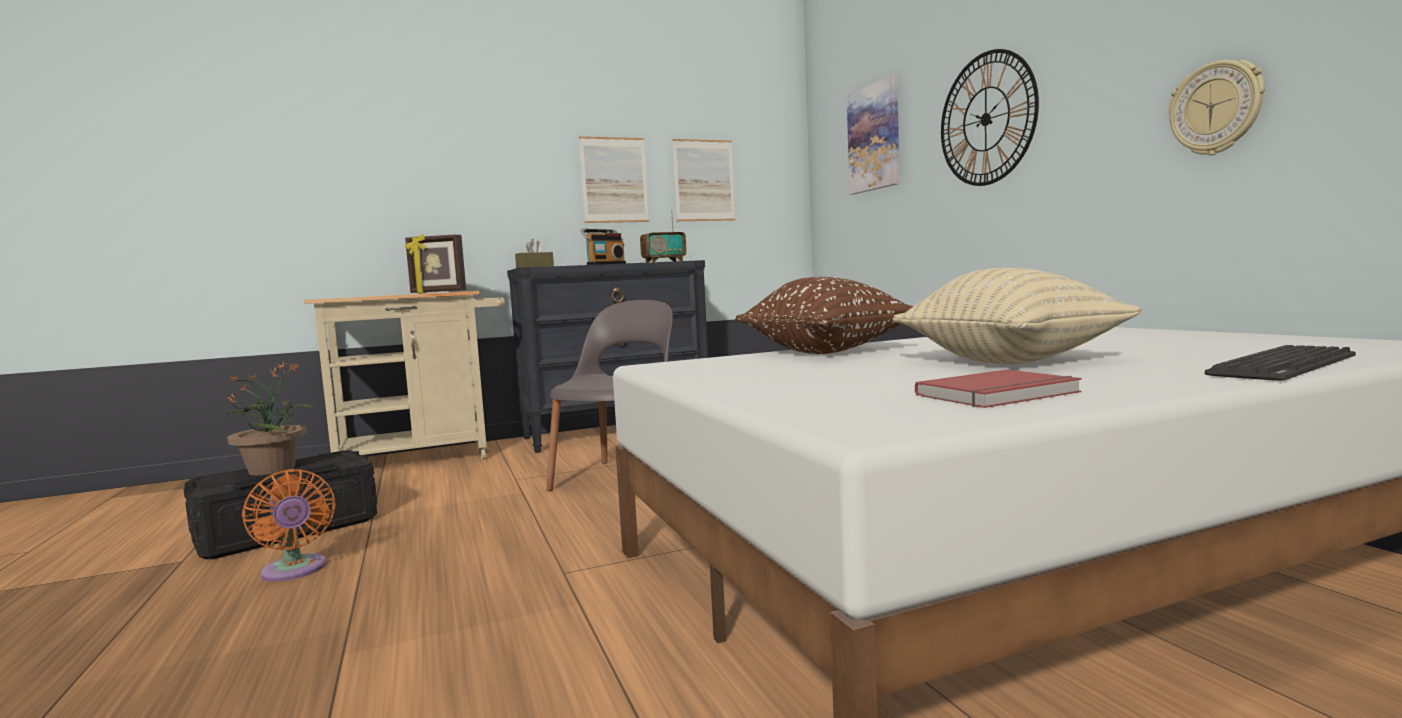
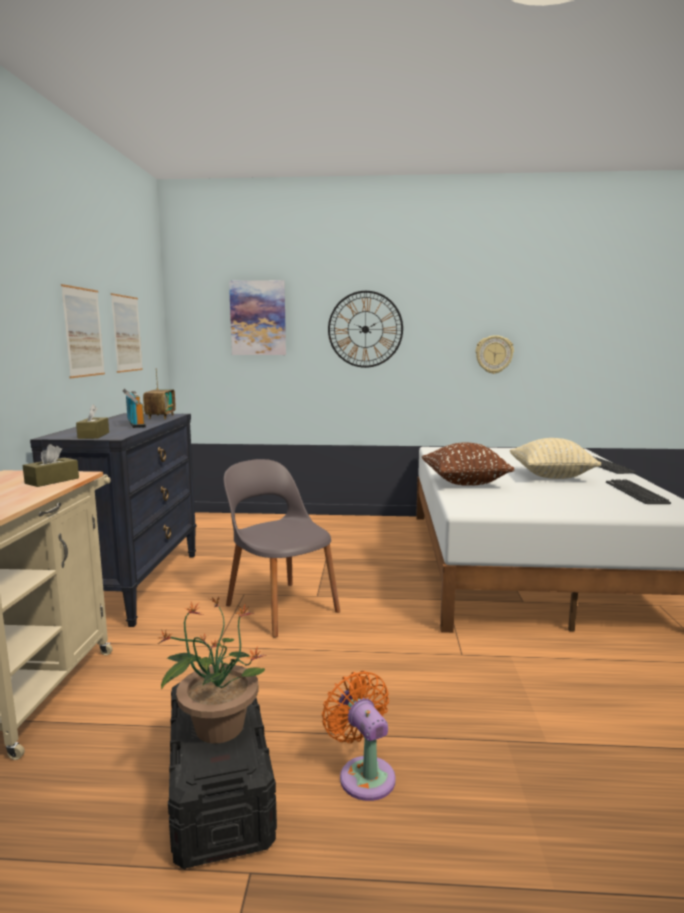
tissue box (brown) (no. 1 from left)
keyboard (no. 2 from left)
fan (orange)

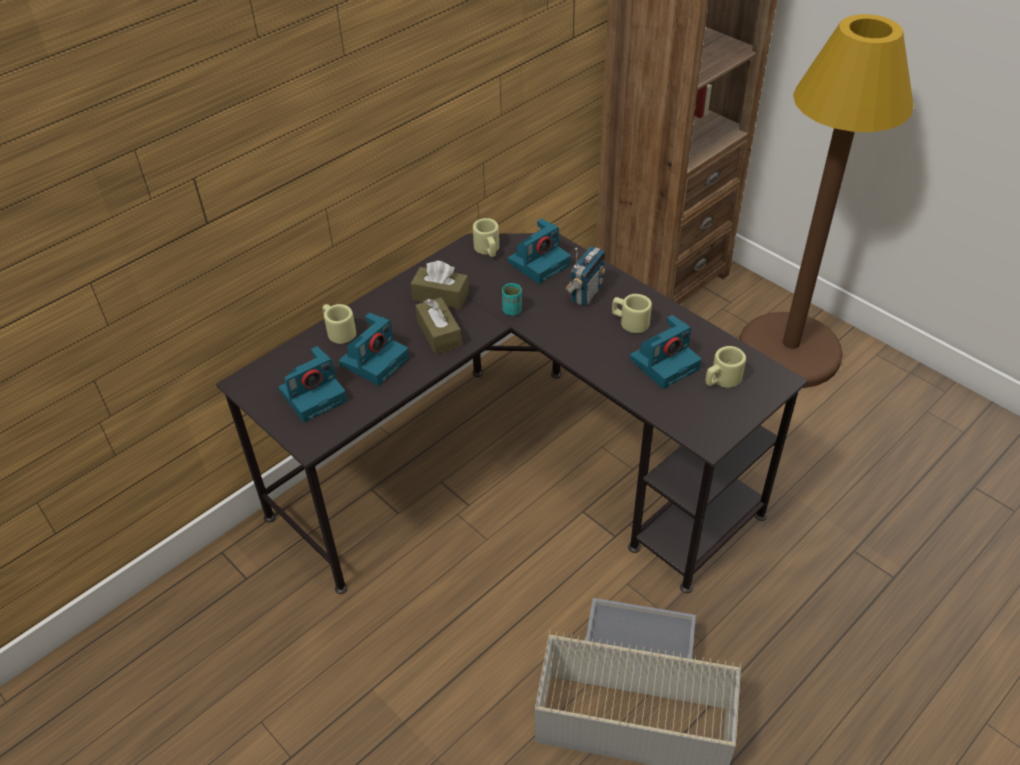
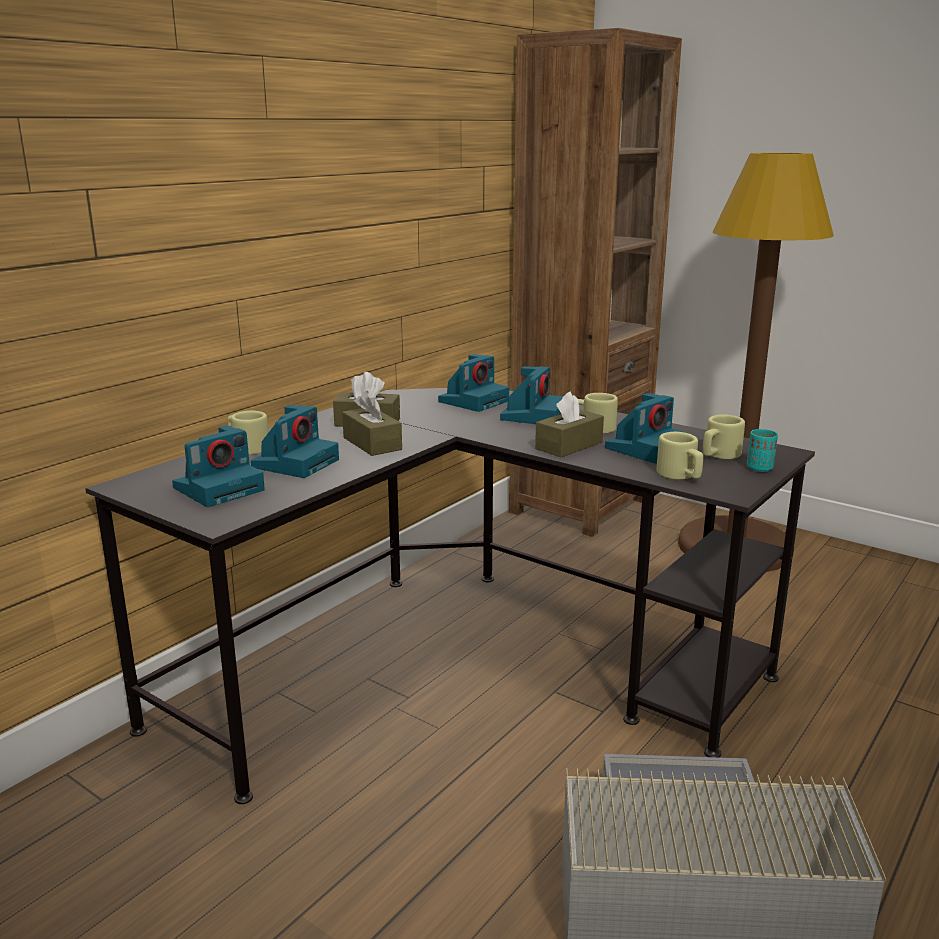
tissue box (brown) (no. 3 from left)
mug (beige) (no. 3 from left)
cup (turquoise)
photo camera (no. 4 from left)

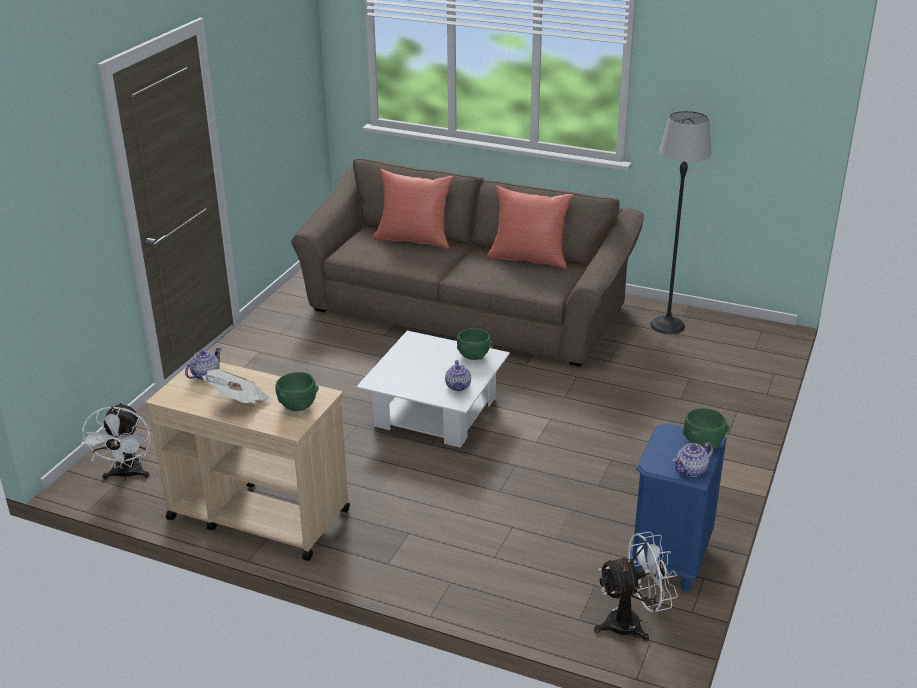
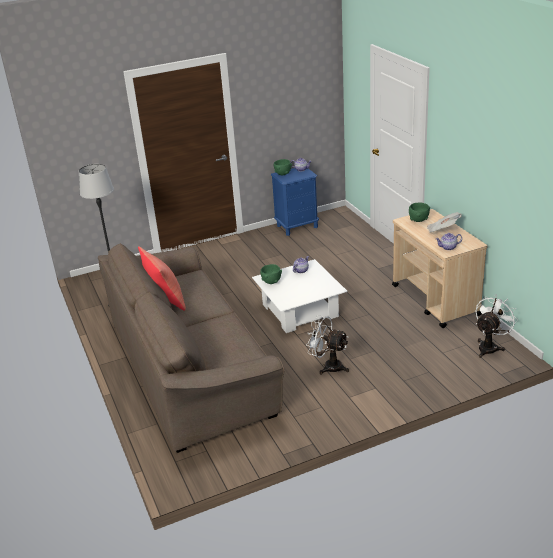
pillow (red) (no. 1 from left in the first image)
fan (white) (no. 1 from left)

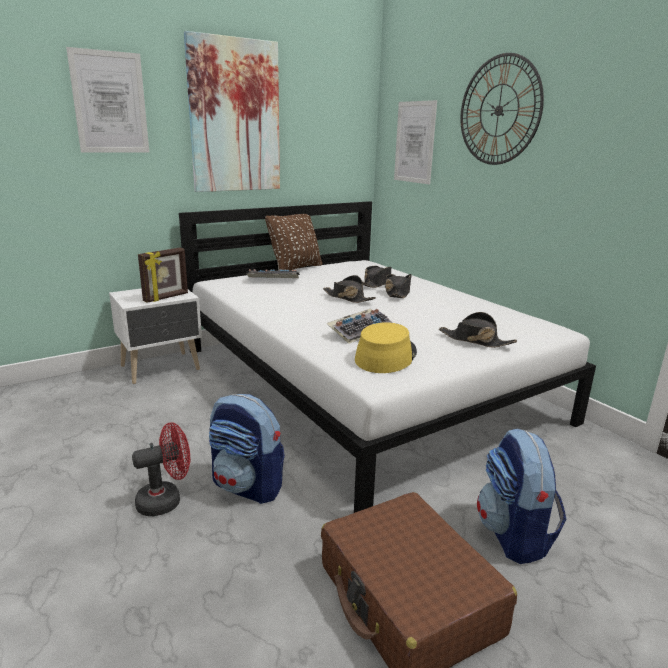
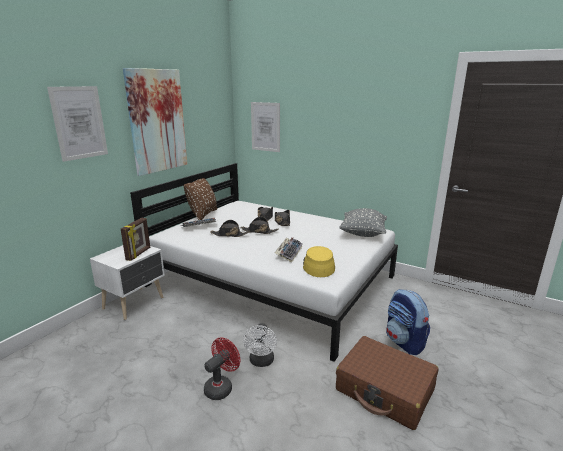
wall clock
pillow (grey)
hat (black) (no. 1 from left)
fan (white)

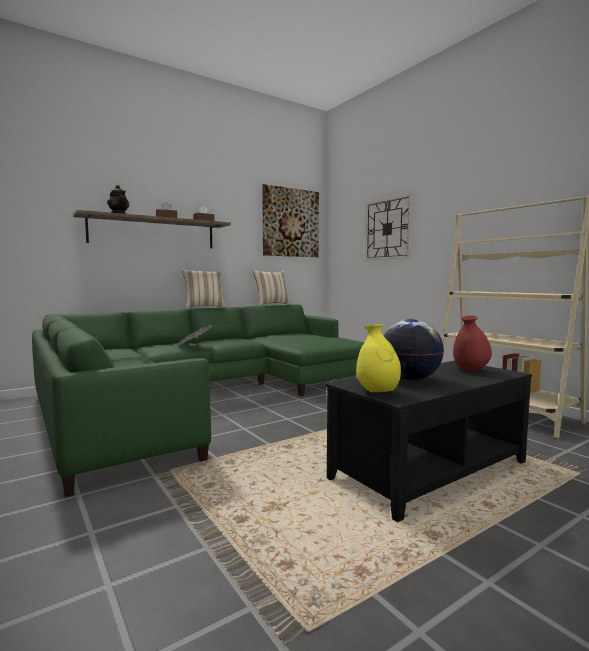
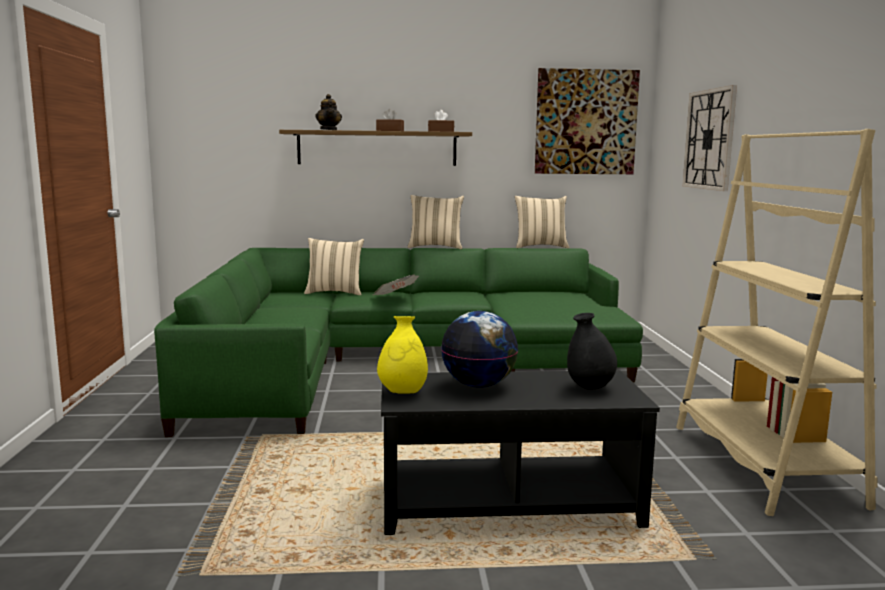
pillow (beige) (no. 1 from left)
vase (black)

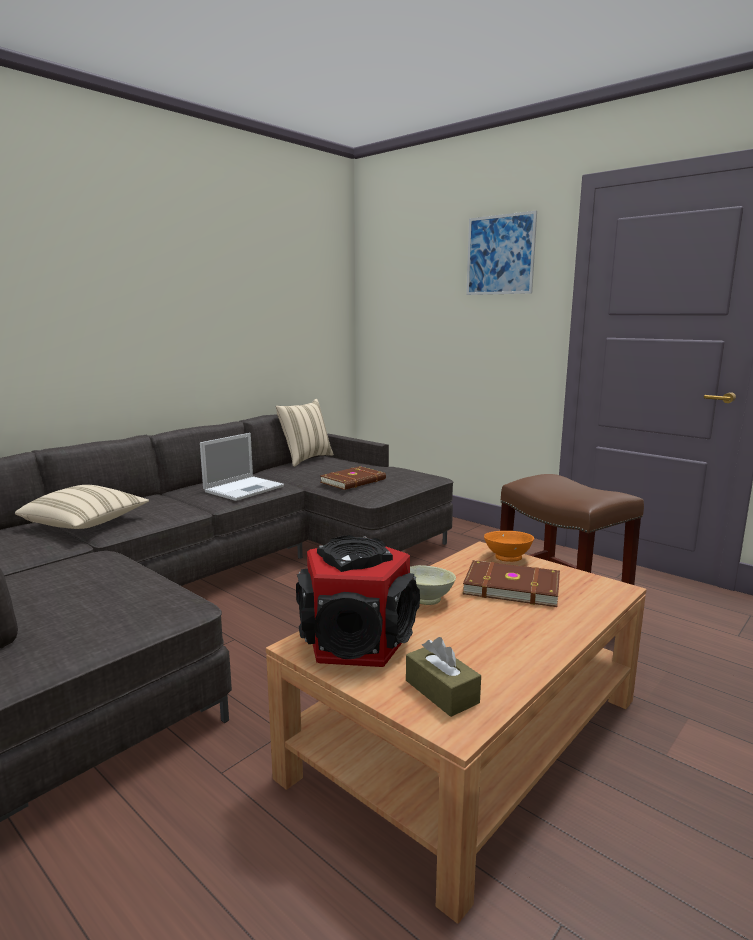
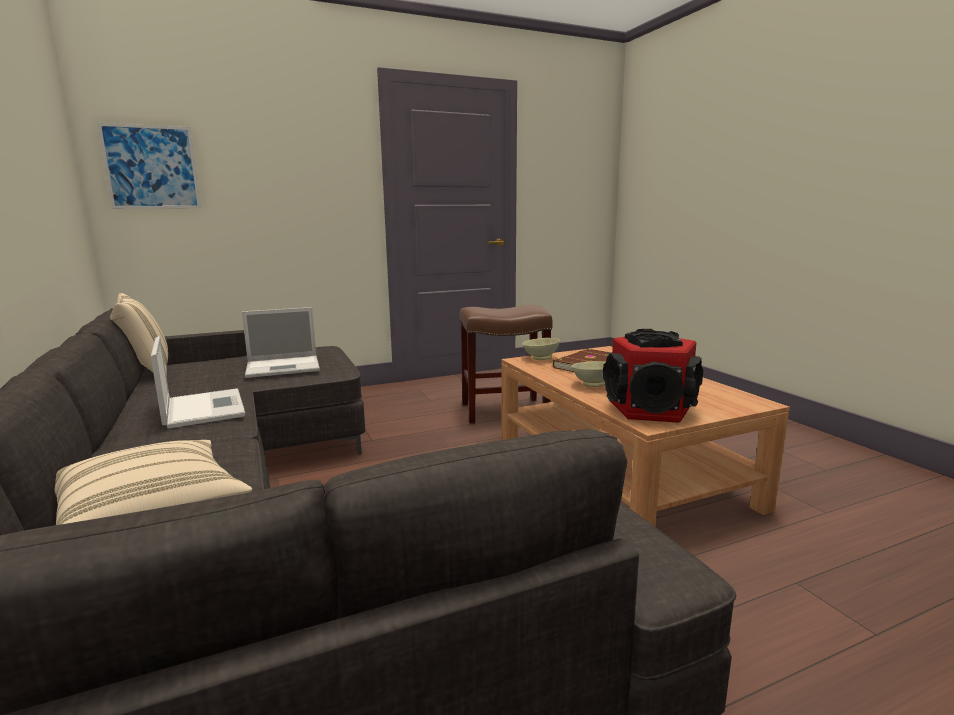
tissue box (brown)
picture
laptop (no. 2 from left)
bowl (beige) (no. 1 from left)

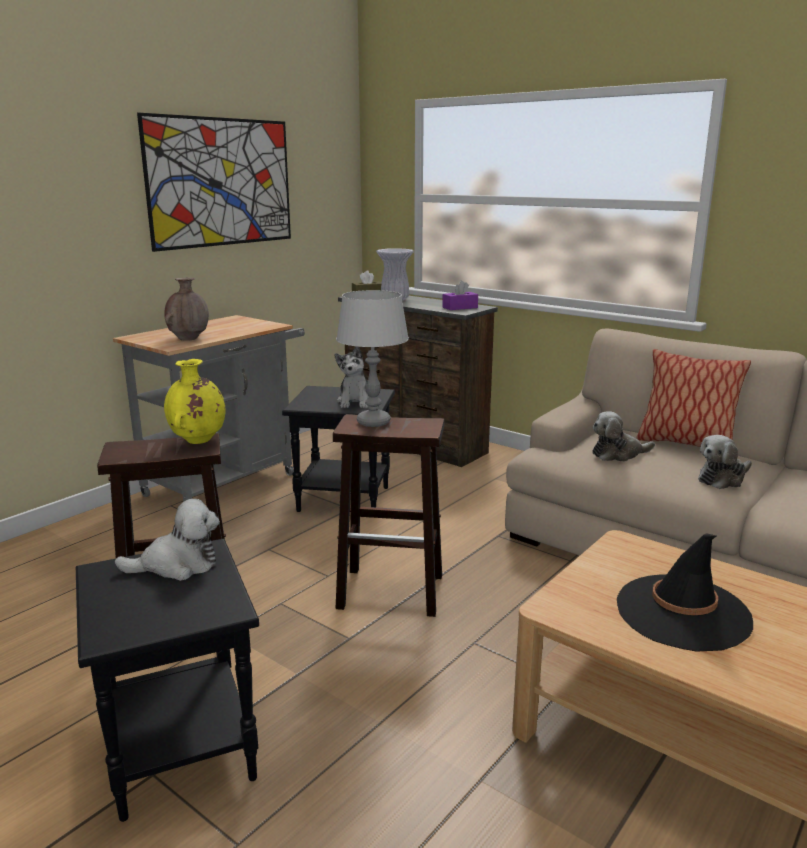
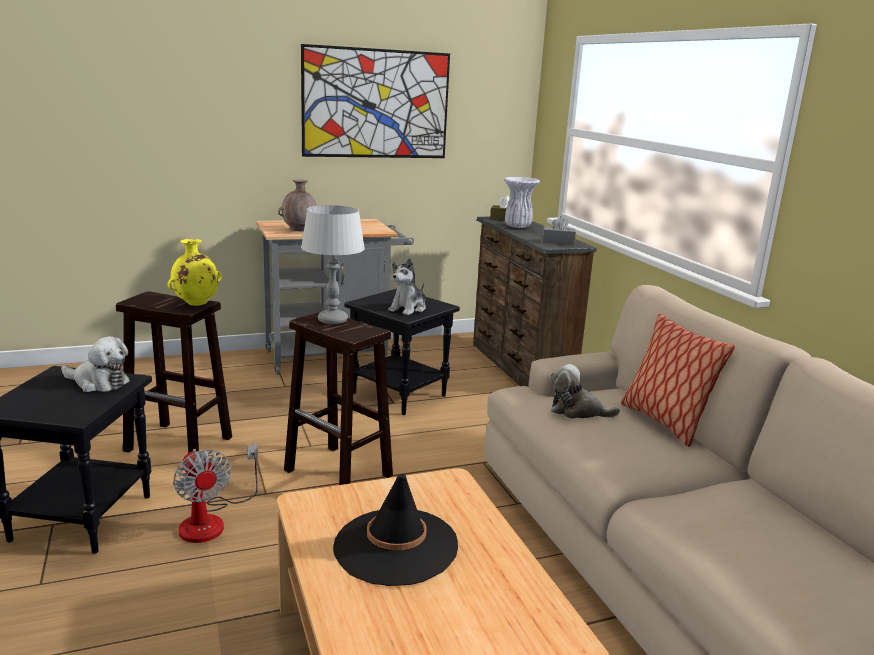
plush toy (no. 4 from left in the first image)
fan
tissue box (grey)

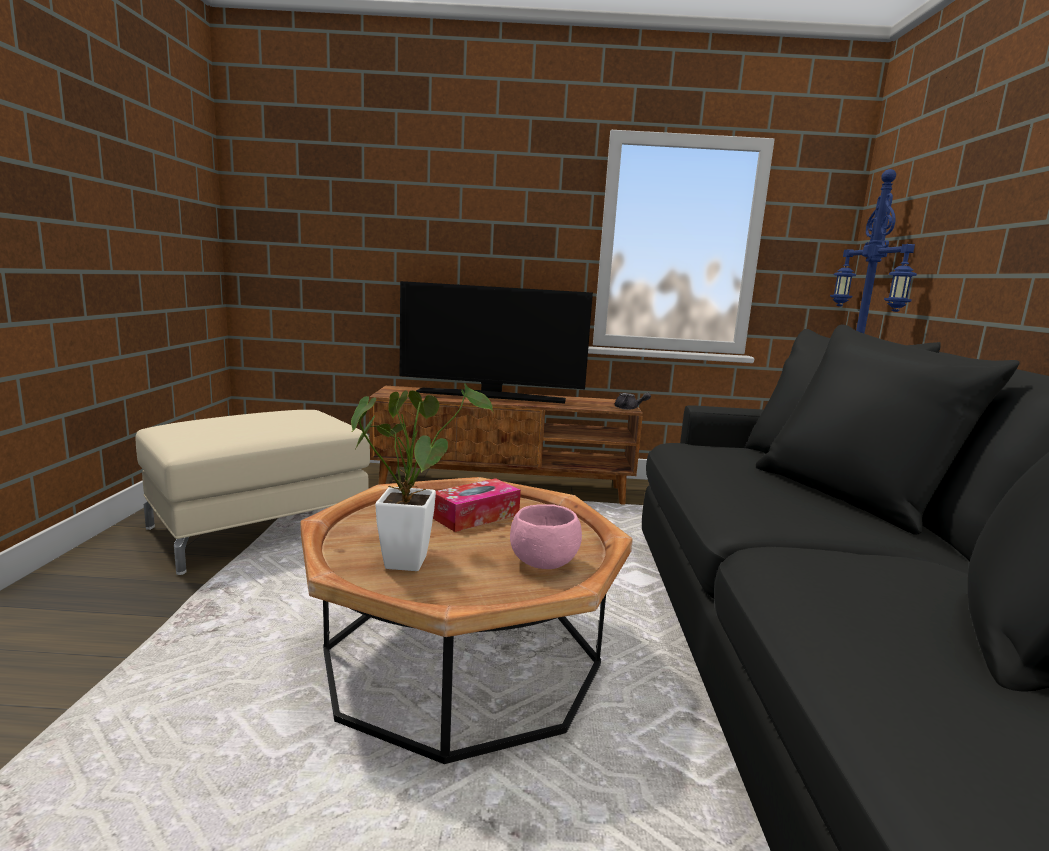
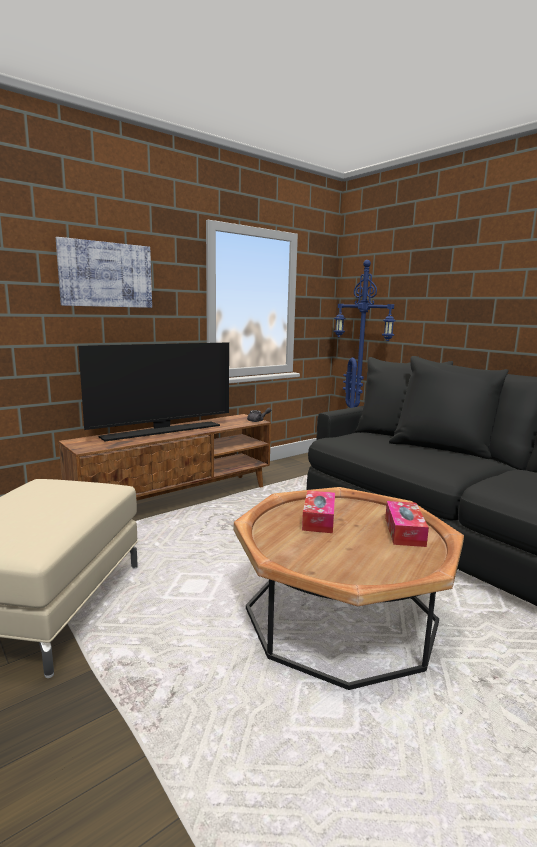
potted plant
picture
tissue box (no. 2 from left)

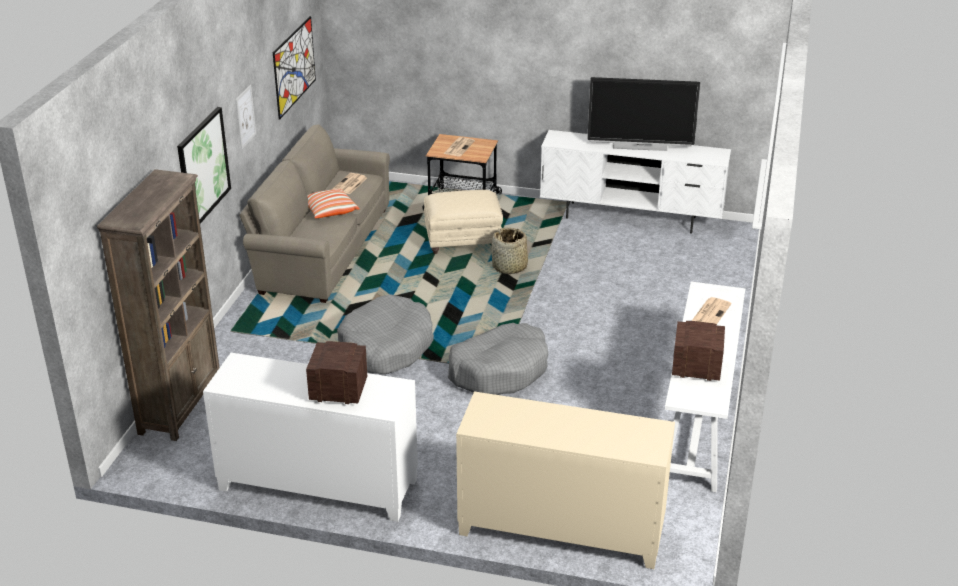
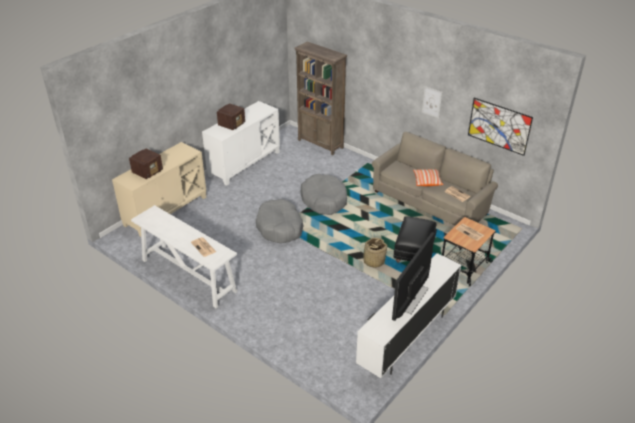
picture (no. 1 from left in the first image)
radio (no. 1 from left)
ottoman (black)

